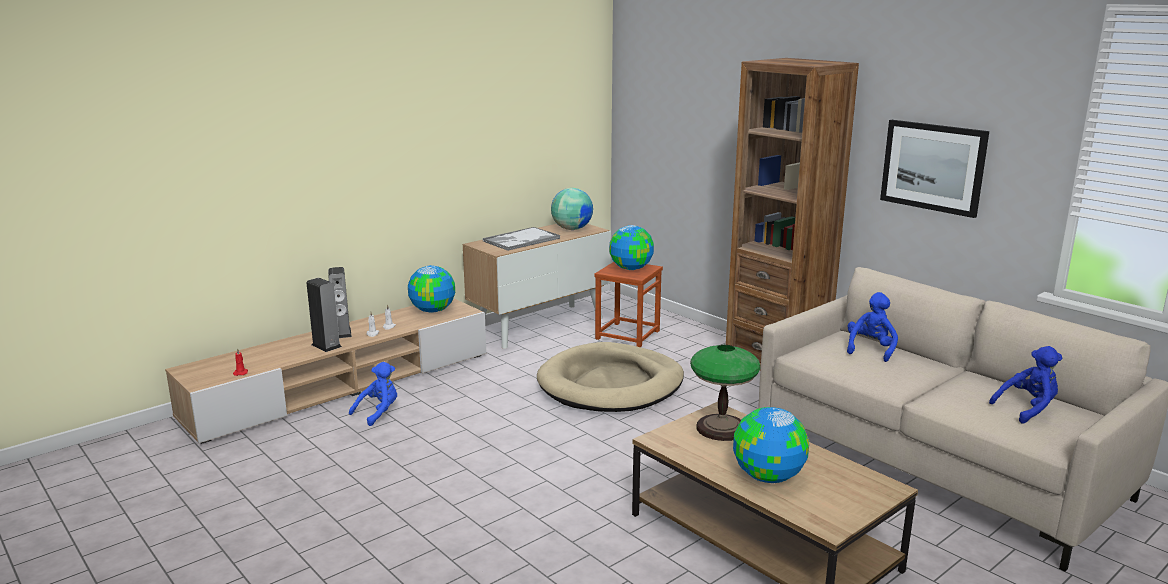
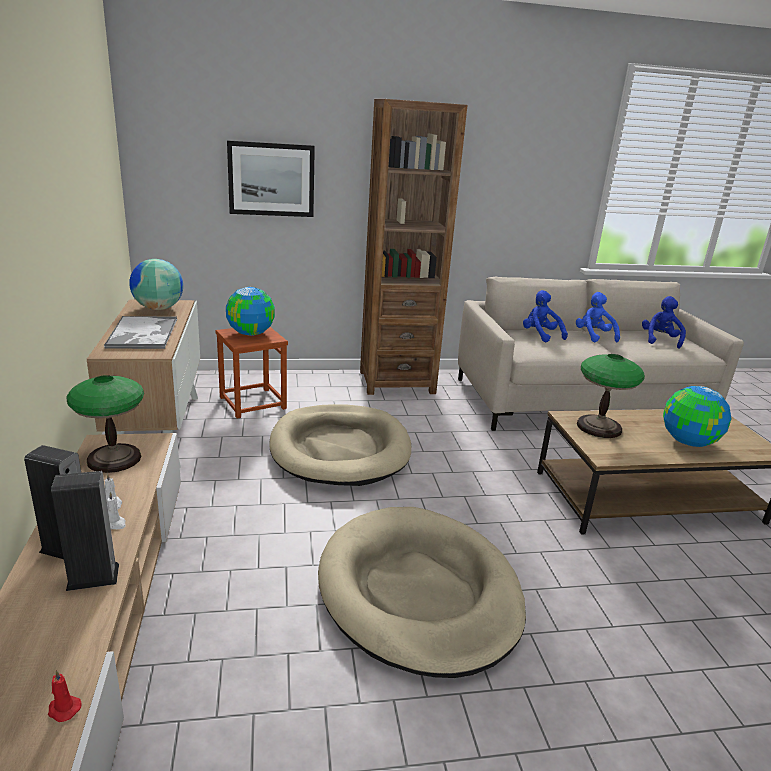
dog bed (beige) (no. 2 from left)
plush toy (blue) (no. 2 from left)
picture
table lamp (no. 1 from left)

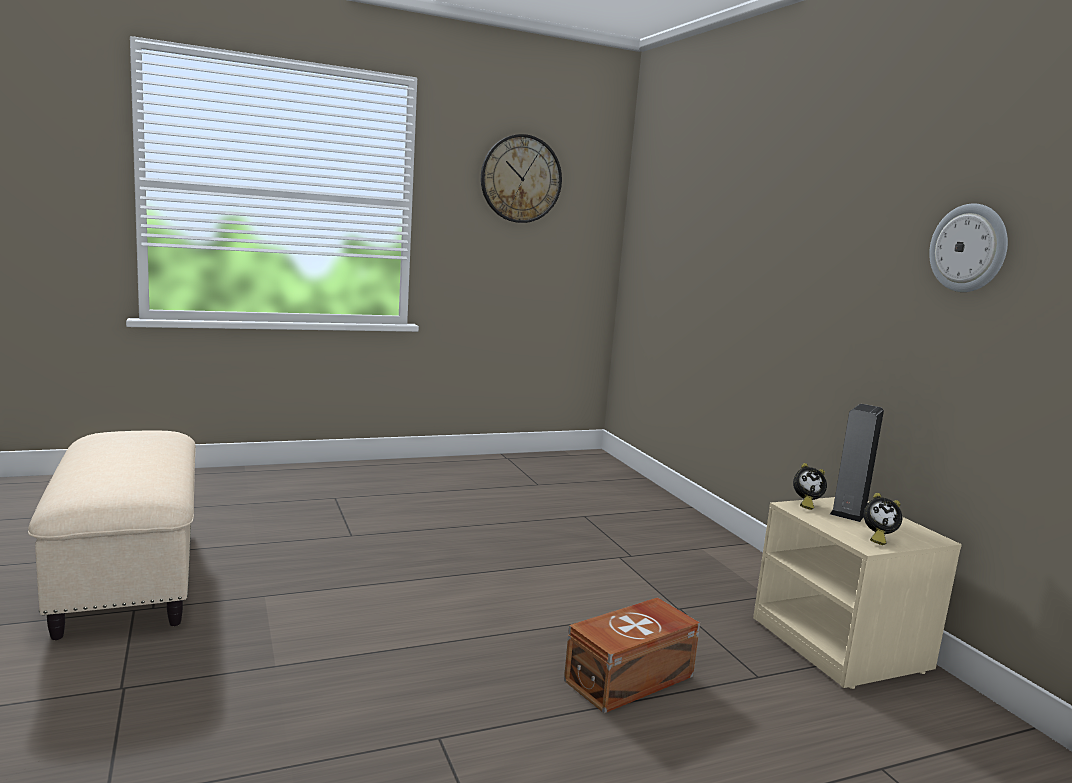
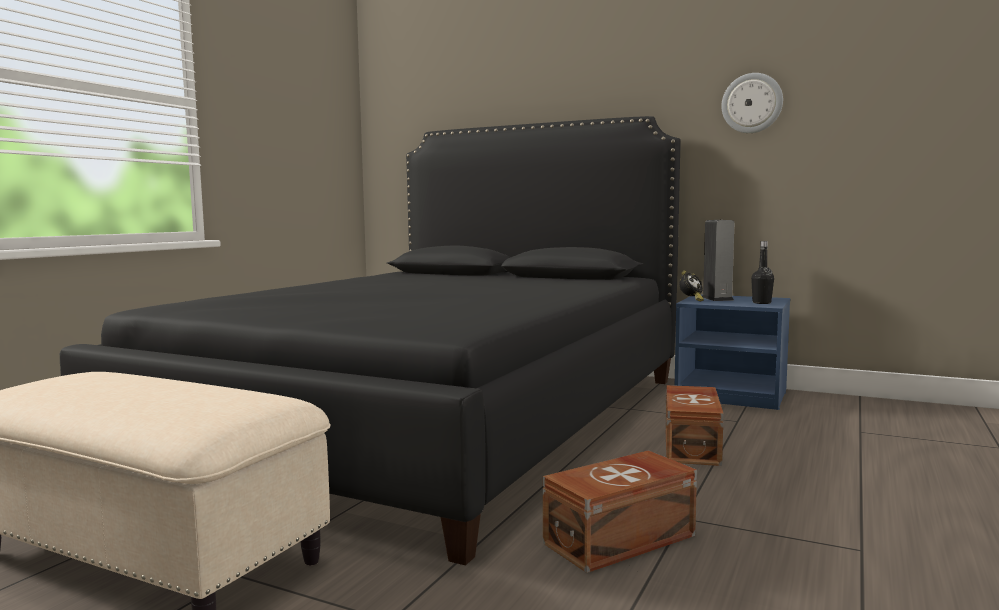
wall clock (no. 1 from left in the first image)
bed (black)
storage box (brown) (no. 1 from left)
bottle (black)
nightstand (blue)

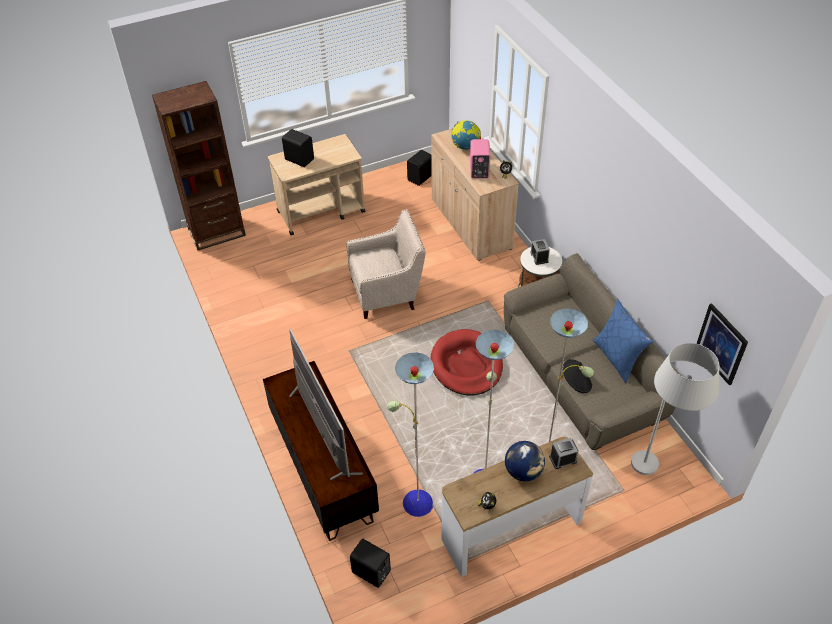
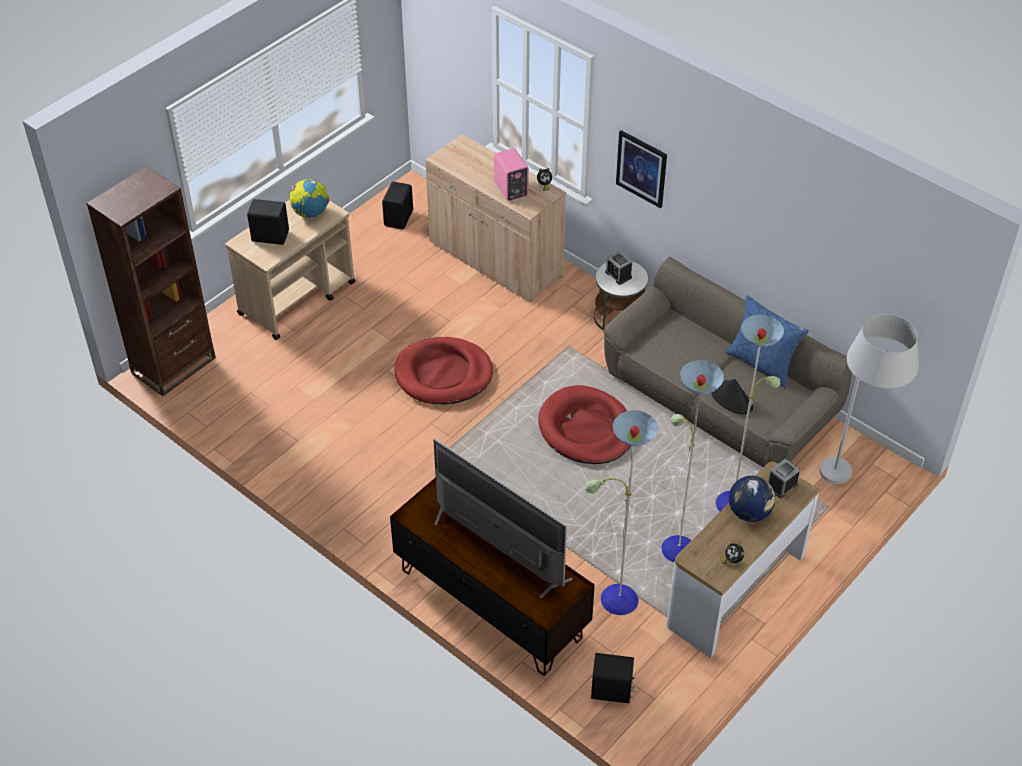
globe (no. 1 from left)
picture
dog bed (red) (no. 1 from left)

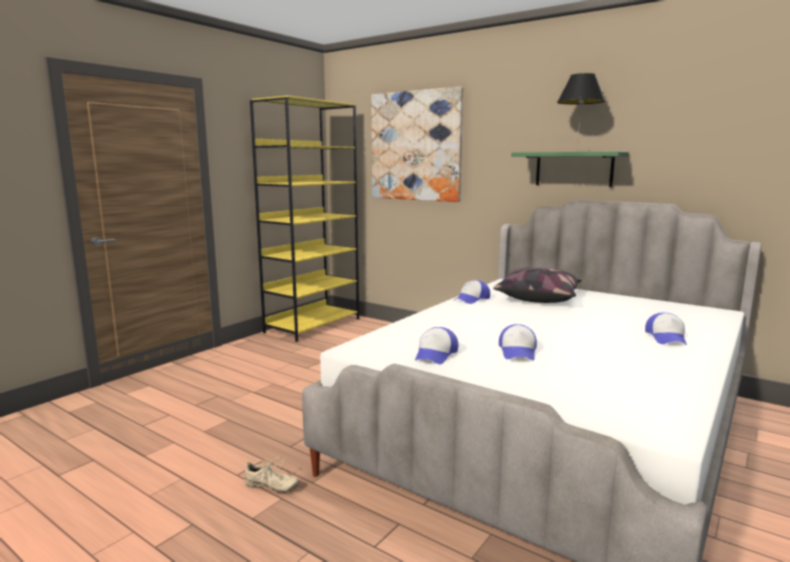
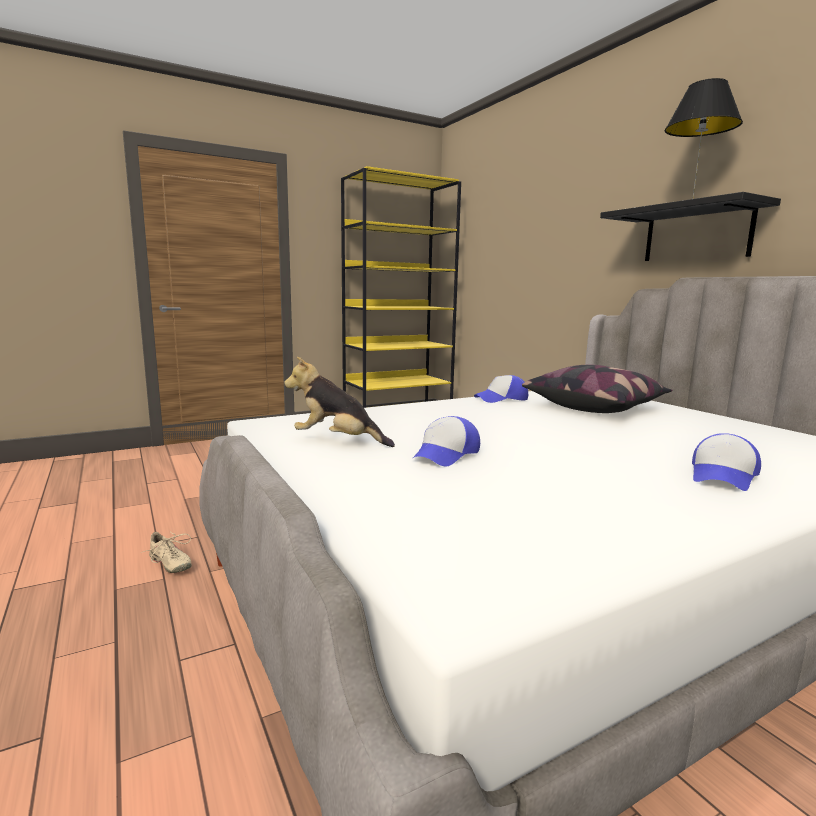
picture
plush toy
shelf (black)

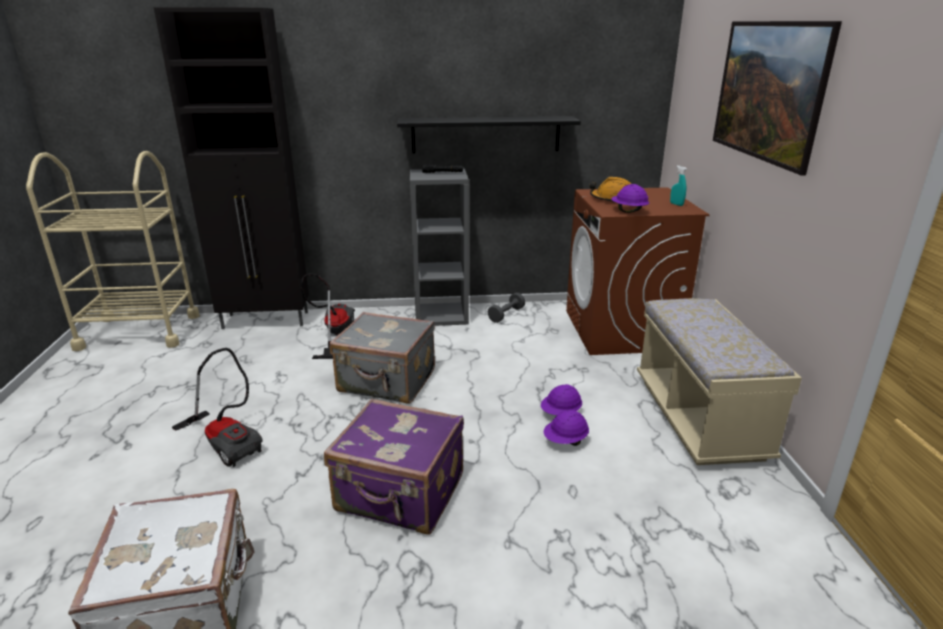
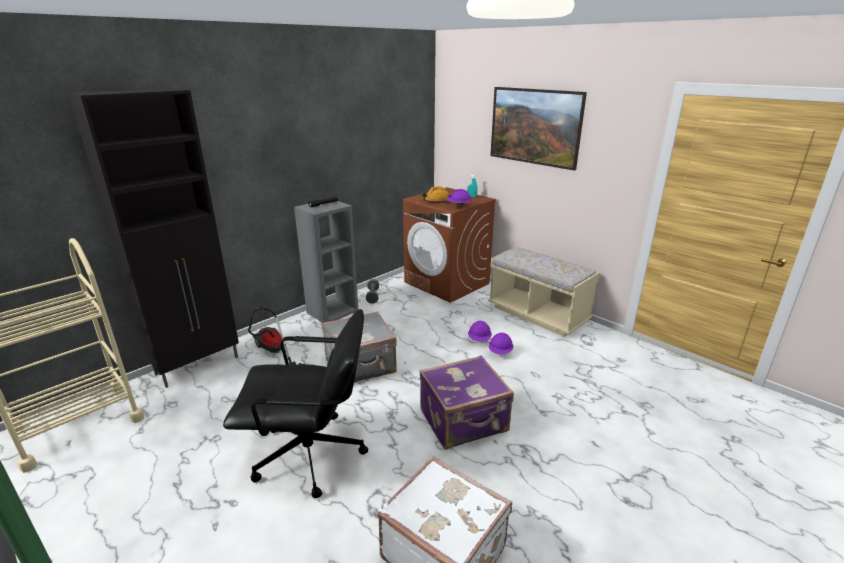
shelf (black)
office chair (black)

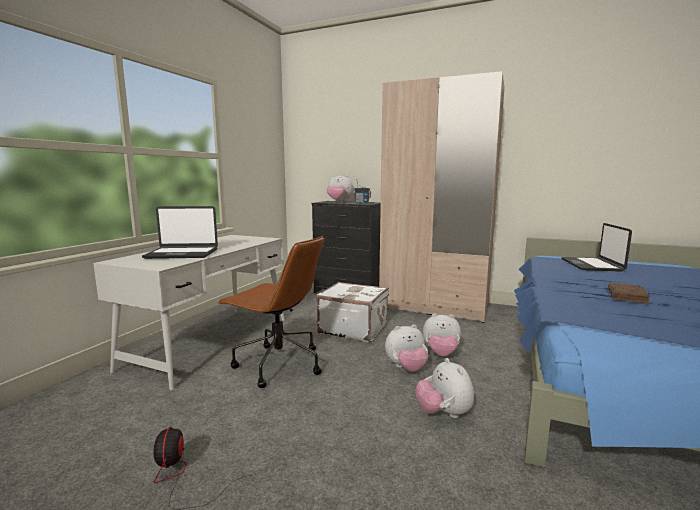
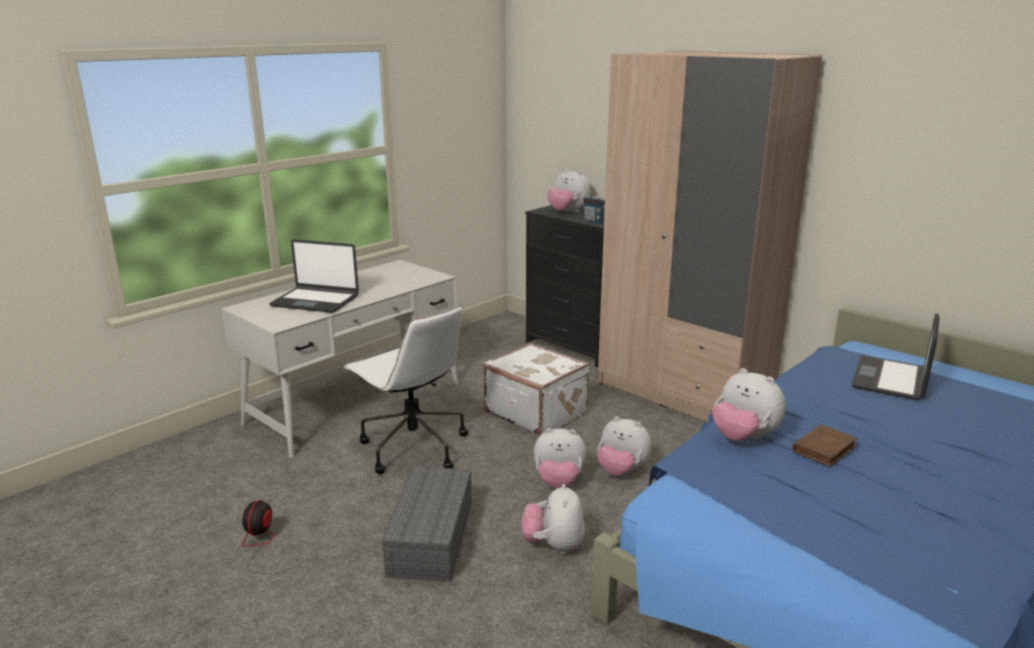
storage box (grey)
plush toy (no. 5 from left)
office chair (white)

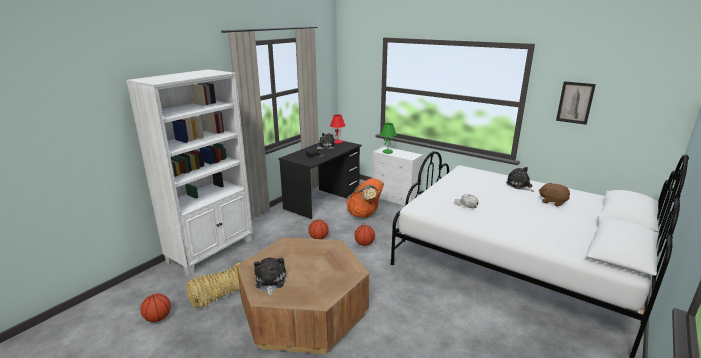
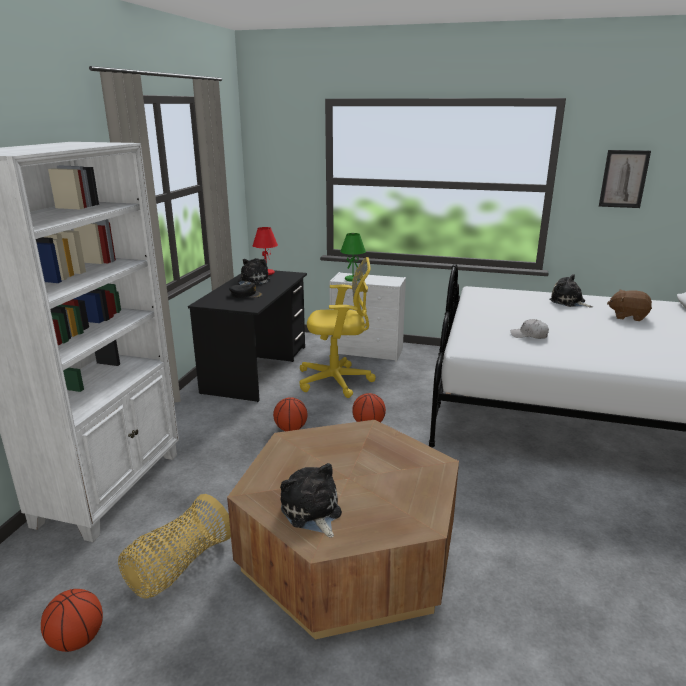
office chair (yellow)

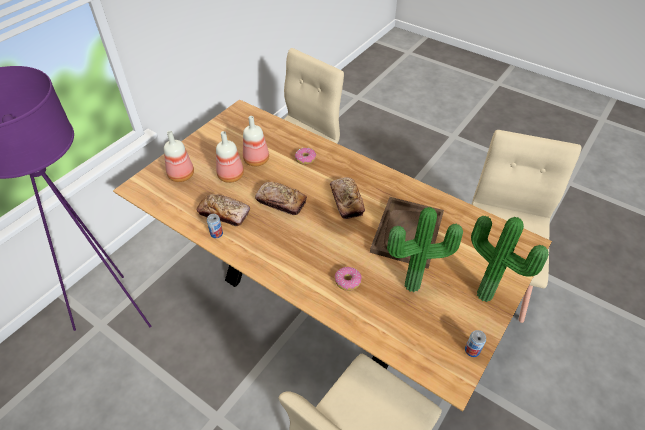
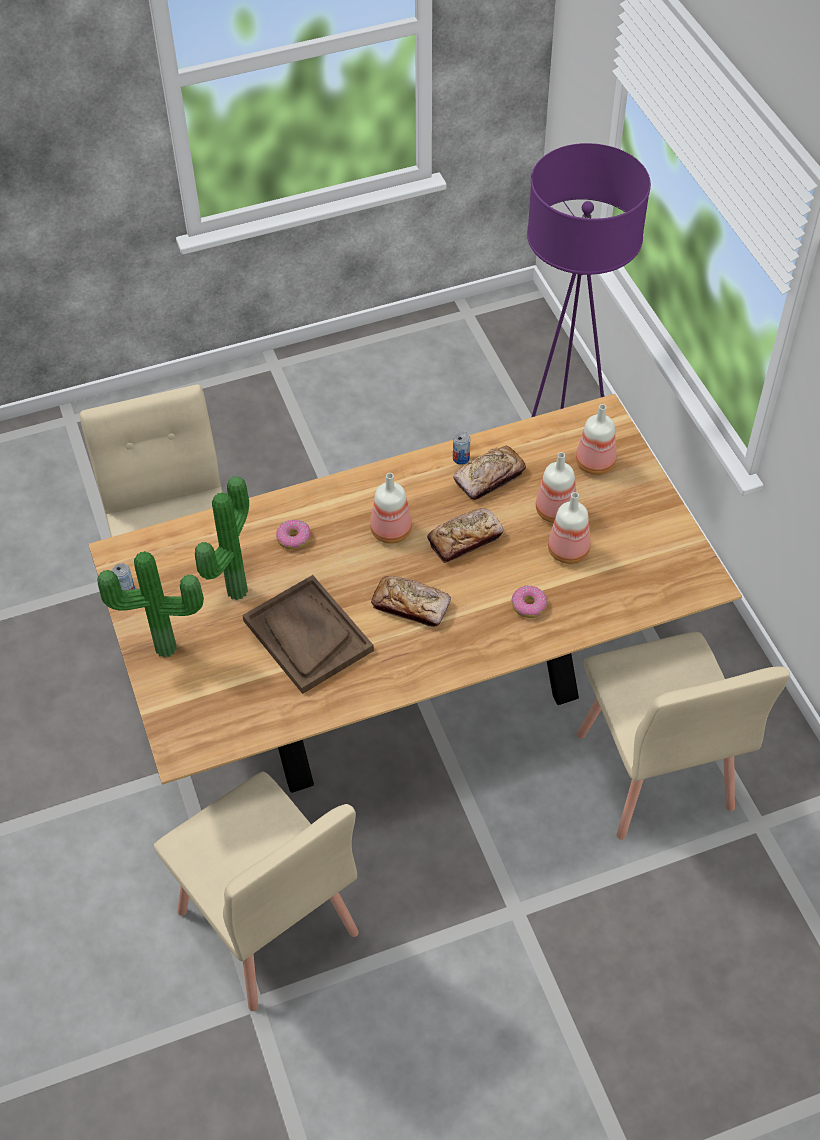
bottle (no. 1 from left)

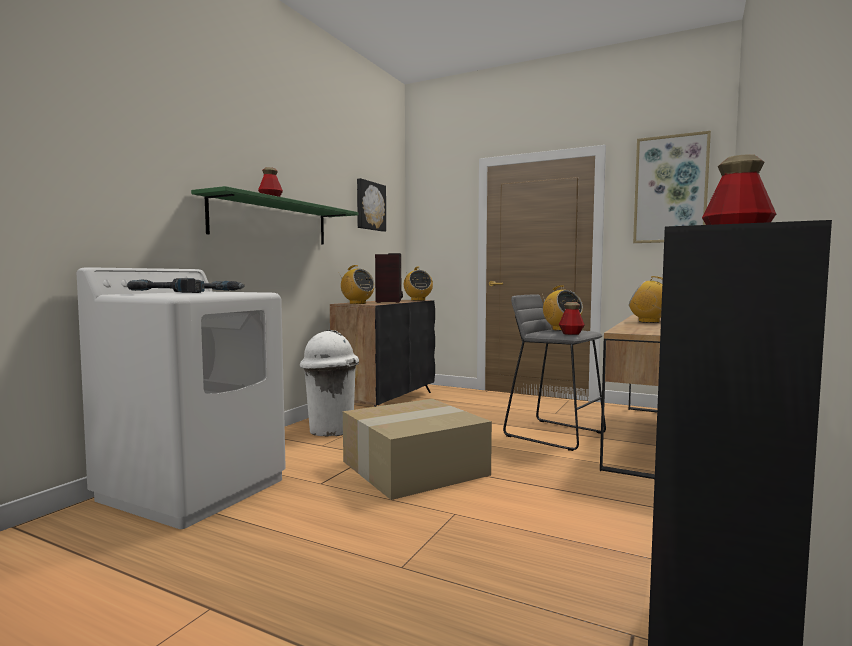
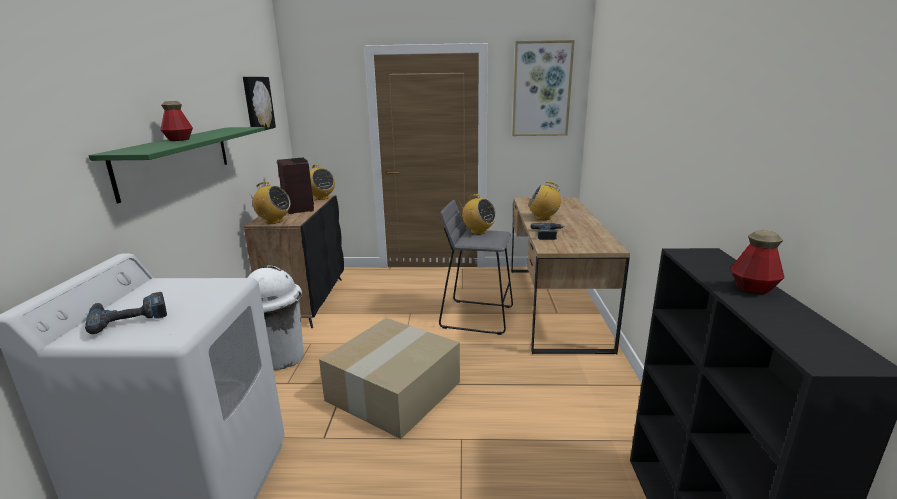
bottle (no. 2 from left in the first image)
power drill (no. 2 from left)

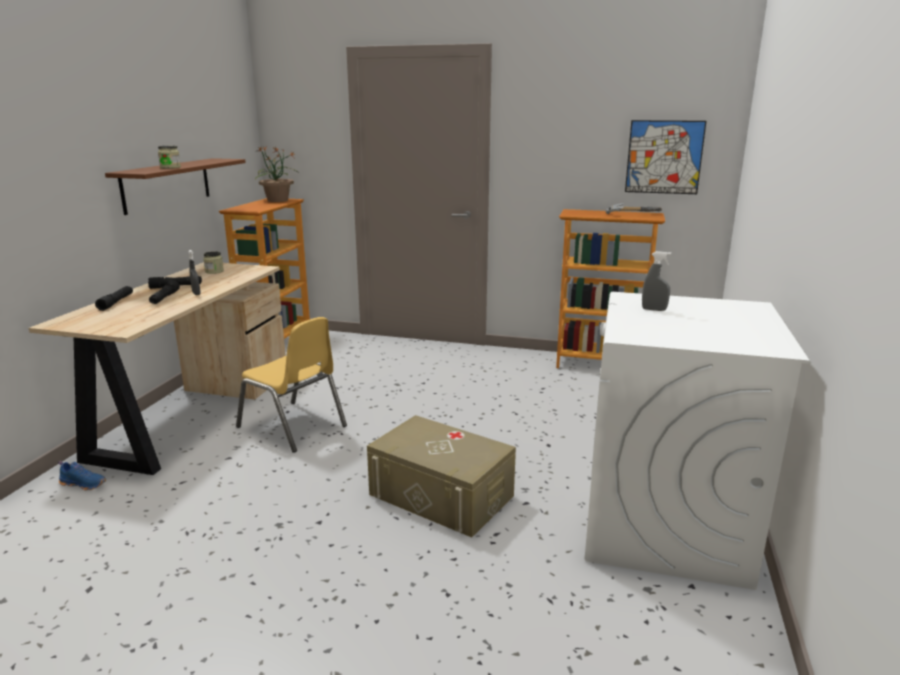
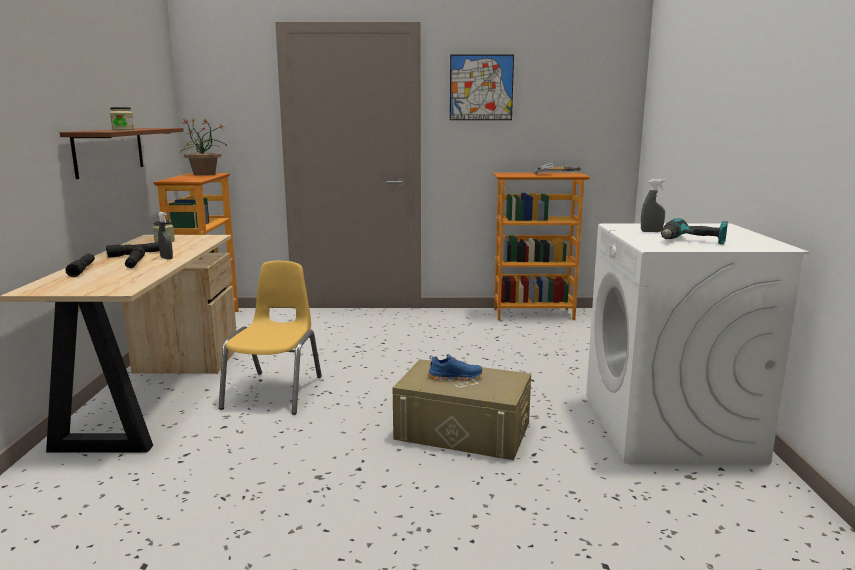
power drill
shoe (blue)
picture
chair (yellow)

